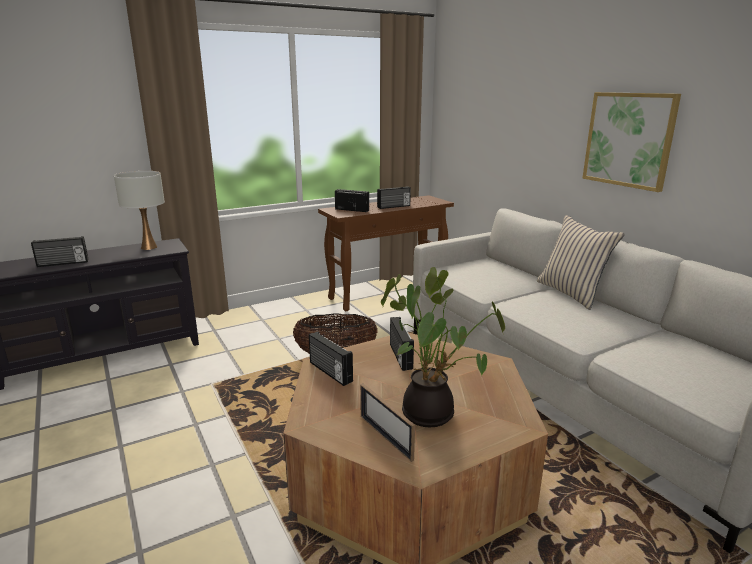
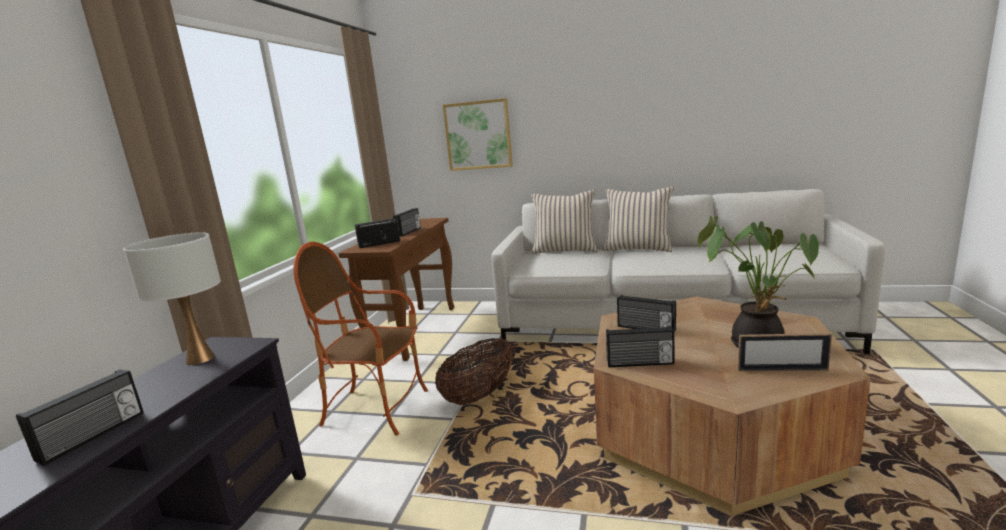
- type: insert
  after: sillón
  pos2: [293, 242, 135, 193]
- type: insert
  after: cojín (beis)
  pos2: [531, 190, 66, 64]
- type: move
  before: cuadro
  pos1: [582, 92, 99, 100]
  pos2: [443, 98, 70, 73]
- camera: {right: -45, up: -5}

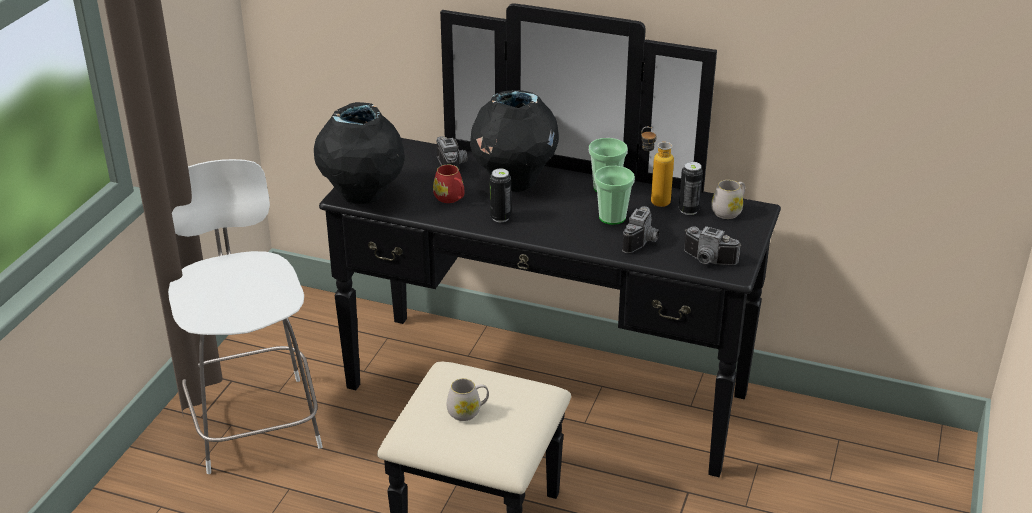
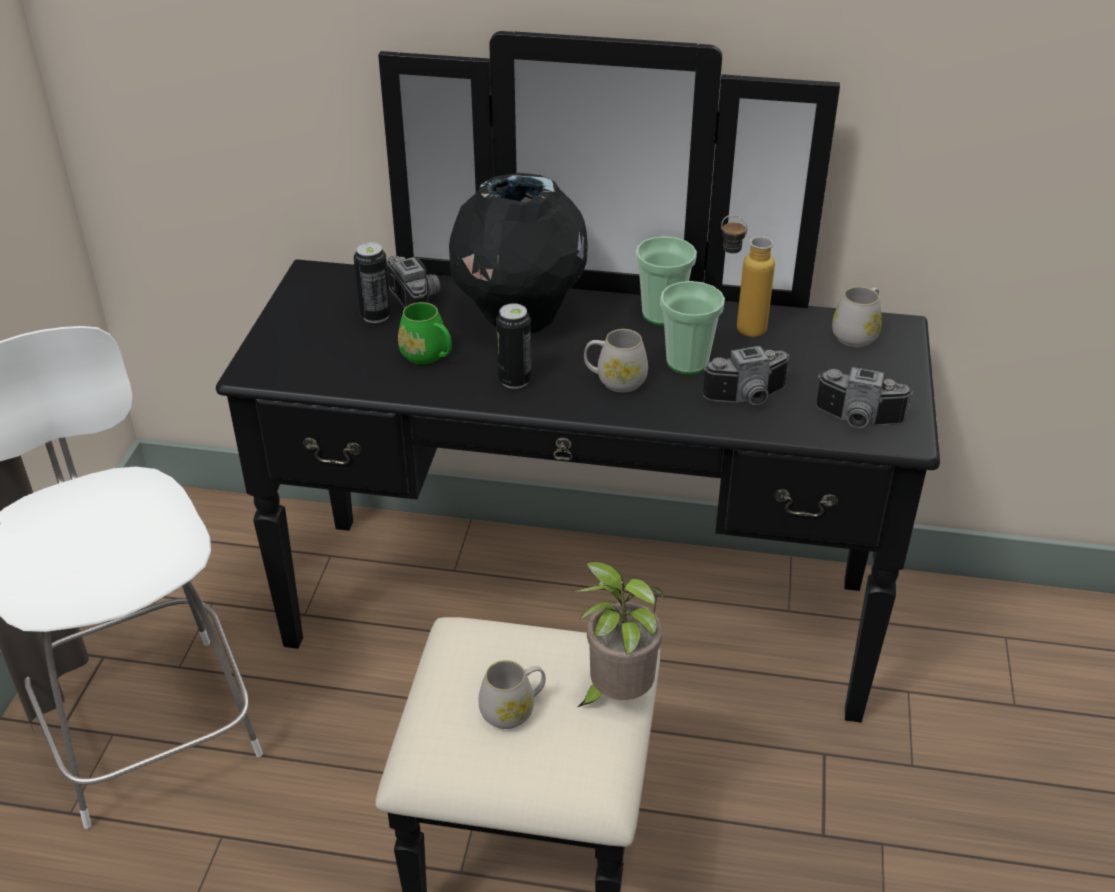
- type: delete
  before: florero (negro)
  pos1: [314, 102, 91, 102]
- type: insert
  after: planta en maceta
  pos2: [572, 561, 93, 146]
- type: insert
  after: taza grande (blanco)
  pos2: [584, 329, 64, 64]
- type: move
  before: lata
  pos1: [679, 162, 24, 53]
  pos2: [354, 242, 37, 81]
- type: recolor
  before: taza grande (rojo)
  after: taza grande (verde)
  pos1: [433, 165, 32, 38]
  pos2: [398, 302, 54, 62]
- type: rotate
  before: cámara
  pos1: [622, 206, 37, 47]
  pos2: [703, 346, 87, 59]
  turn: 60
- camera: {right: -10, up: 5}

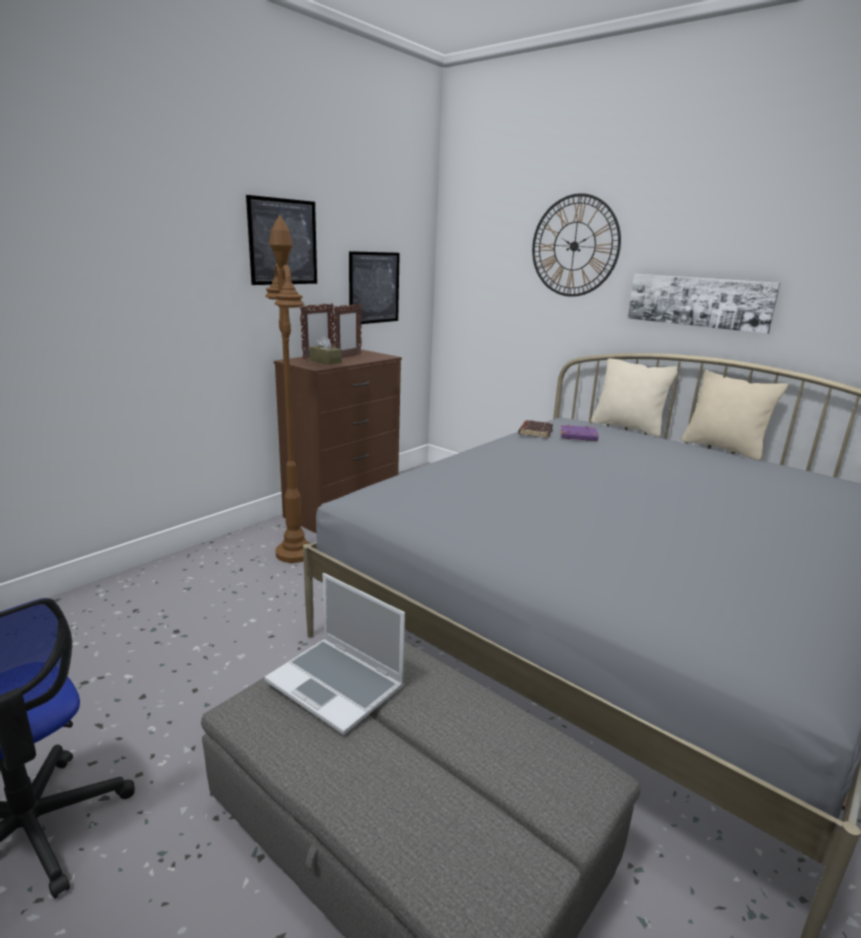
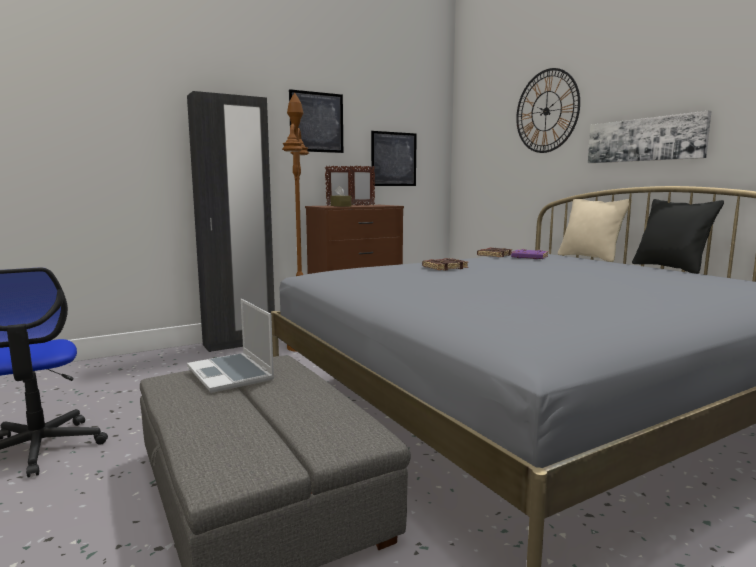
- type: insert
  after: armario ropero (negro)
  pos2: [187, 91, 88, 261]
- type: insert
  after: libro (marrón)
  pos2: [422, 258, 46, 13]
- type: recolor
  before: cojín (beis)
  after: cojín (negro)
  pos1: [681, 370, 107, 91]
  pos2: [632, 199, 92, 75]
- camera: {right: 20, up: -10}

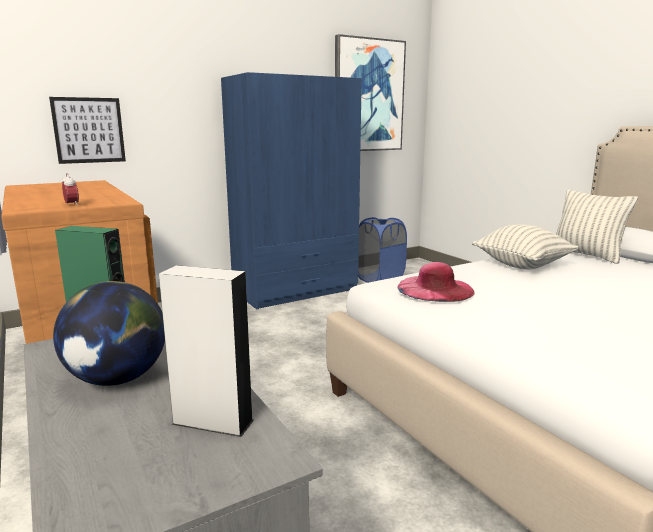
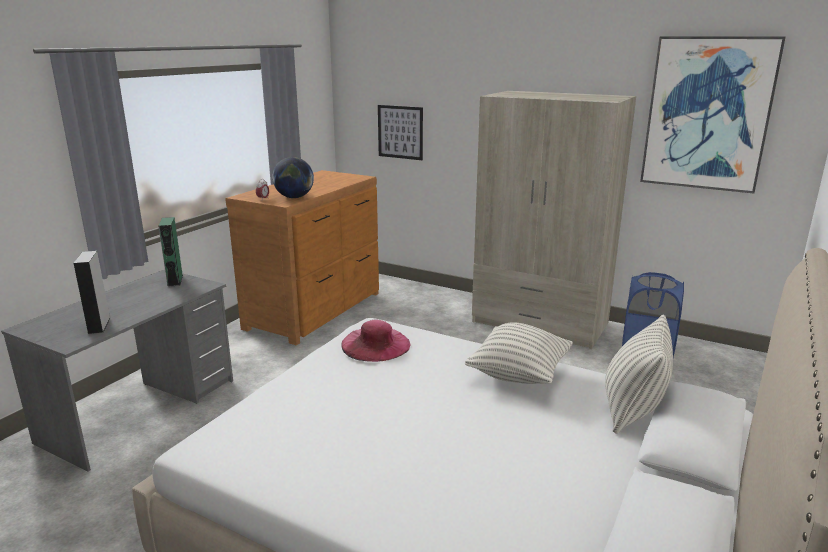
- type: move
  before: globo terráqueo
  pos1: [53, 281, 112, 105]
  pos2: [272, 157, 42, 41]
- type: recolor
  before: armario ropero (azul)
  after: armario ropero (beis)
  pos1: [221, 72, 141, 237]
  pos2: [472, 91, 164, 258]
- camera: {right: 60, up: 5}

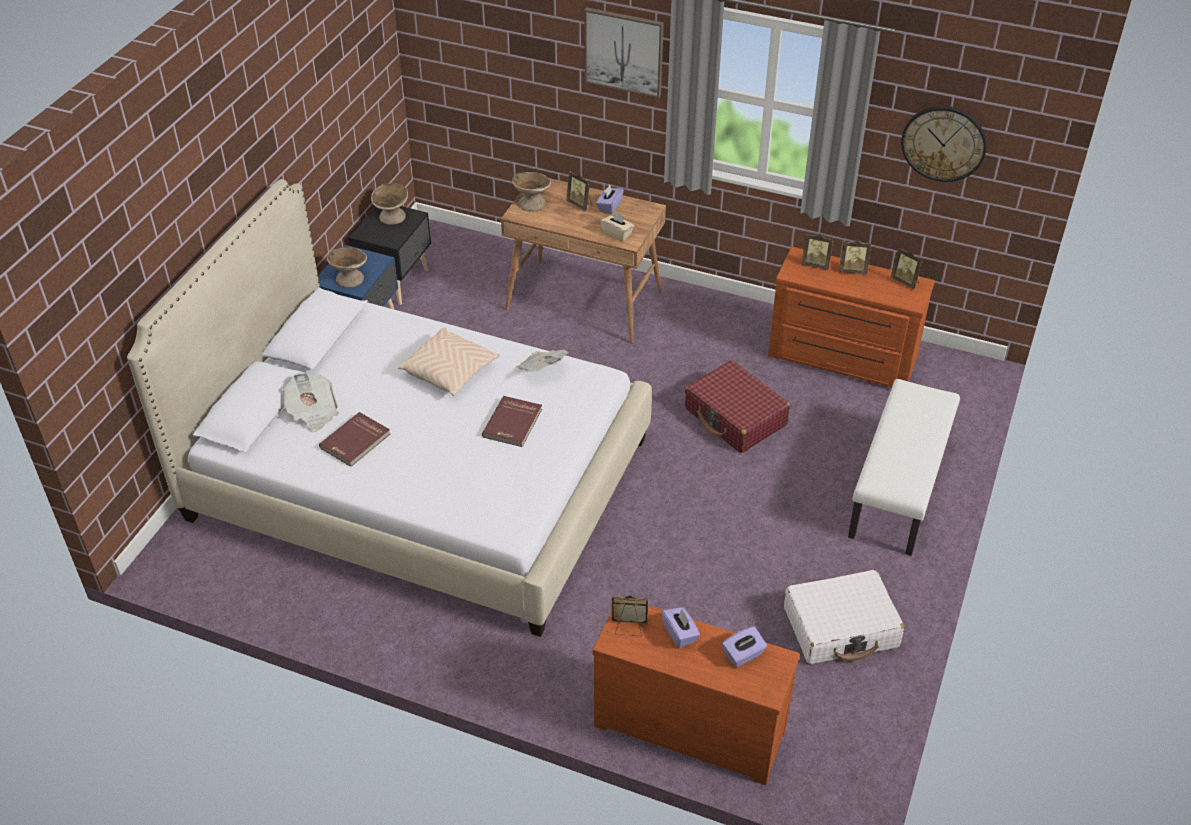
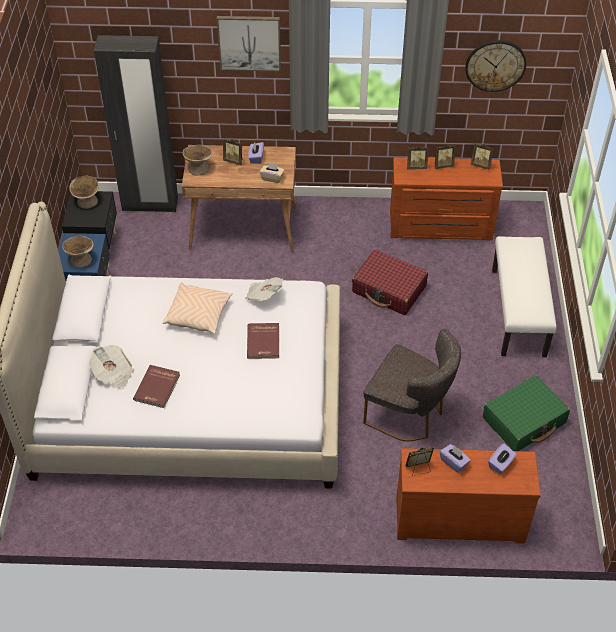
- type: insert
  after: armario ropero (negro)
  pos2: [94, 35, 84, 177]
- type: insert
  after: silla (gris)
  pos2: [363, 329, 98, 112]
- type: recolor
  before: maleta (blanco)
  after: maleta (verde)
  pos1: [784, 570, 120, 94]
  pos2: [483, 375, 87, 76]
- camera: {right: -20, up: 5}

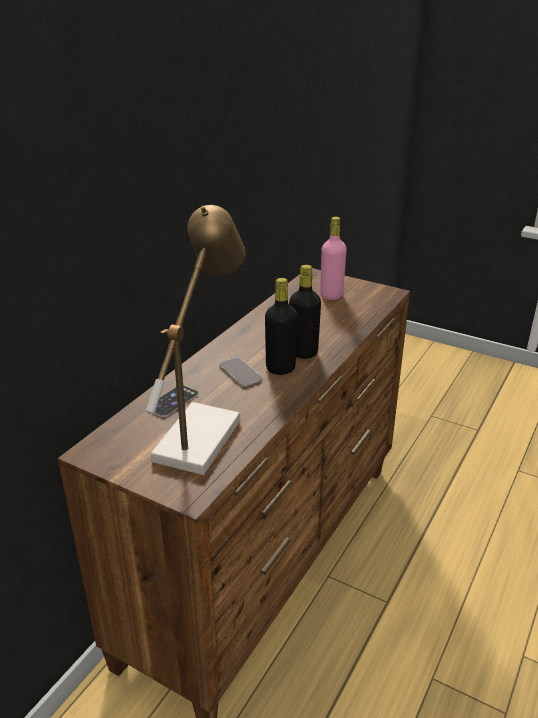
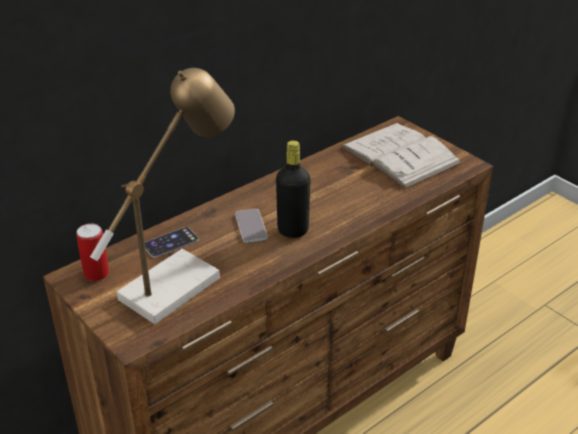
- type: delete
  before: botella (negro)
  pos1: [289, 265, 32, 94]
- type: insert
  after: lata
  pos2: [76, 223, 33, 58]
- type: replace
  before: botella (rosa)
  after: libro (blanco)
  pos1: [320, 217, 27, 83]
  pos2: [341, 123, 121, 66]
- camera: {right: 20, up: 5}

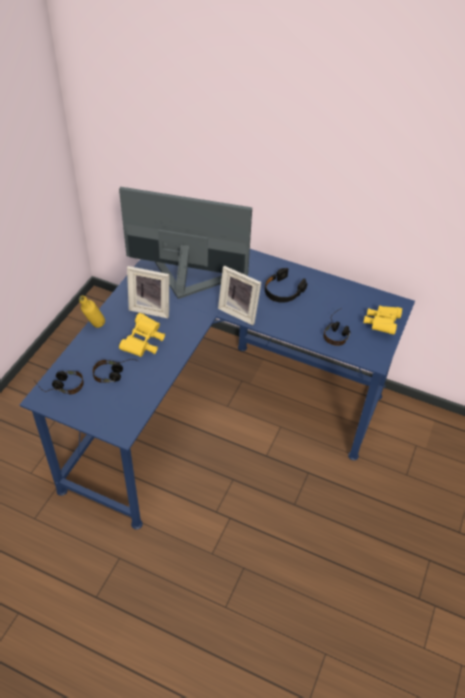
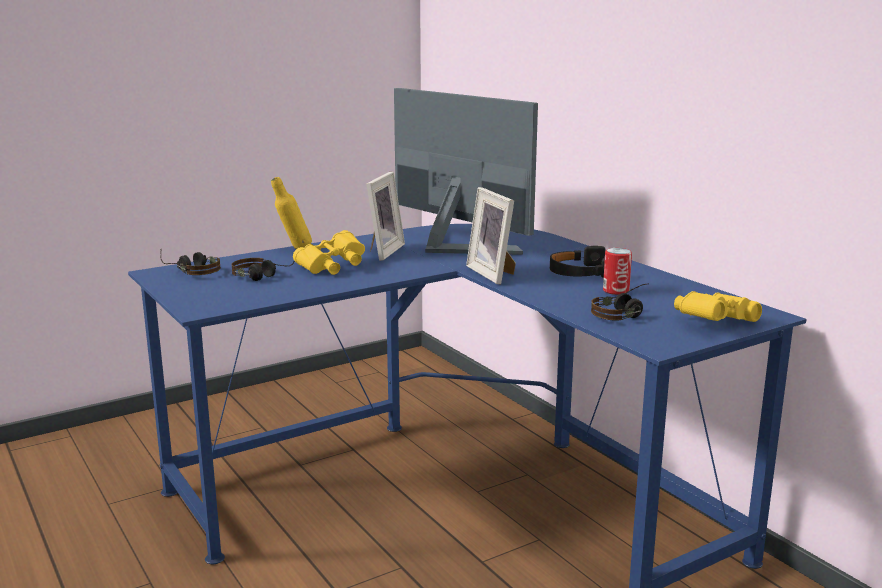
- type: insert
  after: lata
  pos2: [603, 248, 29, 47]
- type: rotate
  before: portarretratos
  pos1: [127, 266, 42, 52]
  pos2: [366, 172, 39, 89]
  turn: -120
- camera: {right: 35, up: -30}

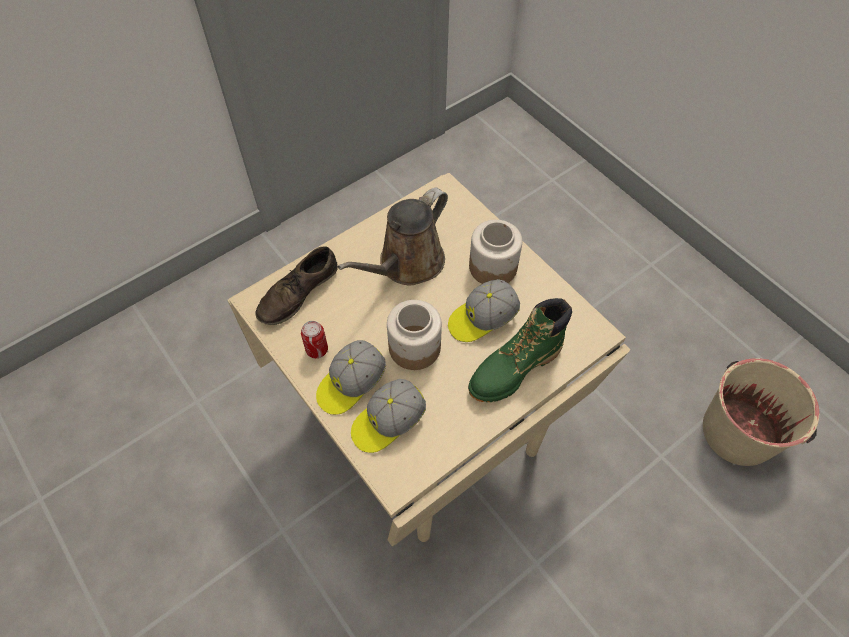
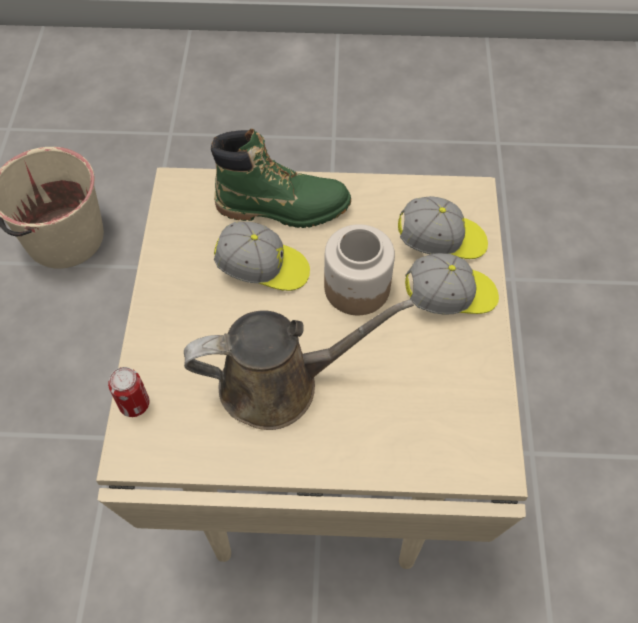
- type: delete
  before: zapato (marrón)
  pos1: [255, 247, 83, 78]
- type: delete
  before: tarro
  pos1: [469, 220, 53, 64]
- type: move
  before: lata
  pos1: [301, 321, 27, 37]
  pos2: [108, 367, 42, 50]
- camera: {right: -140, up: 0}

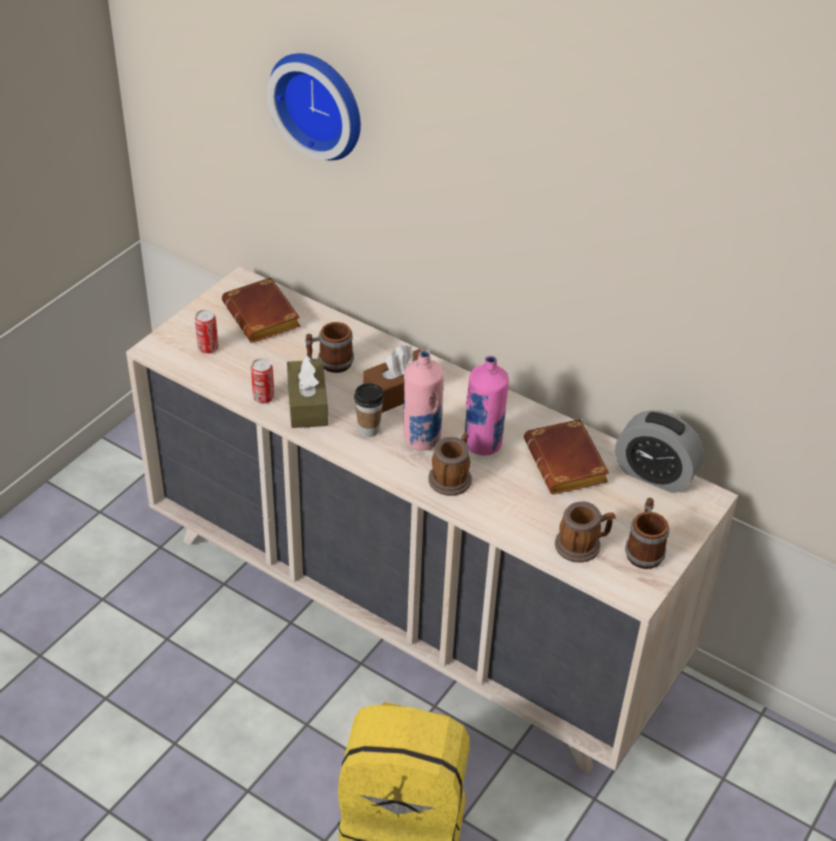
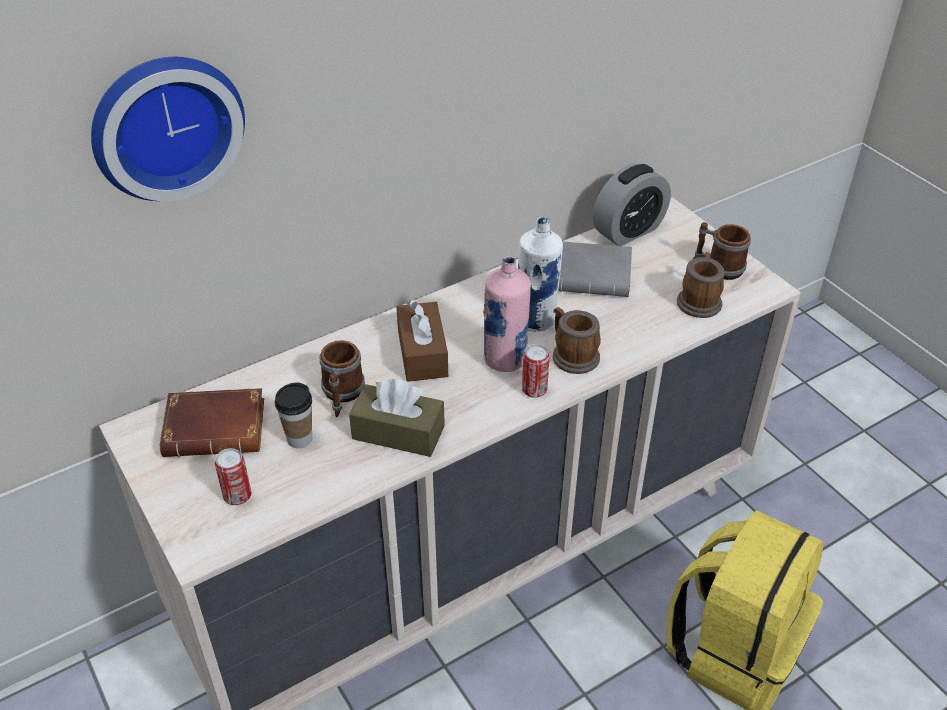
- type: move
  before: lata
  pos1: [251, 358, 23, 46]
  pos2: [522, 344, 28, 54]
- type: move
  before: taza
  pos1: [354, 383, 30, 54]
  pos2: [275, 382, 37, 66]
- type: recolor
  before: botella (rosa)
  after: botella (blanco)
  pos1: [465, 356, 44, 100]
  pos2: [518, 217, 45, 115]
- type: recolor
  before: libro (marrón)
  after: libro (gris)
  pos1: [524, 419, 85, 75]
  pos2: [558, 241, 74, 56]
- camera: {right: -65, up: 0}

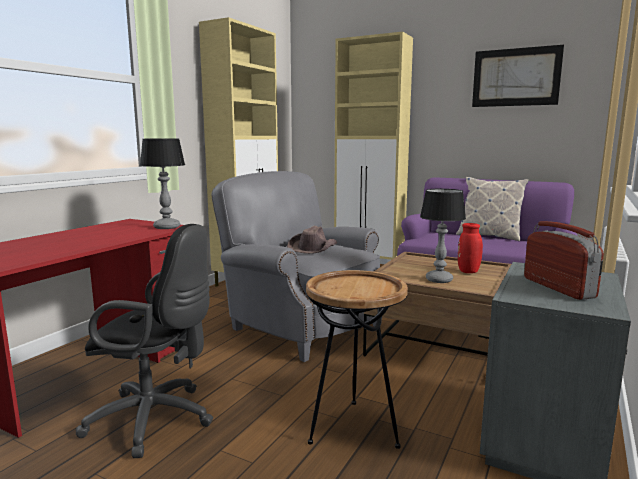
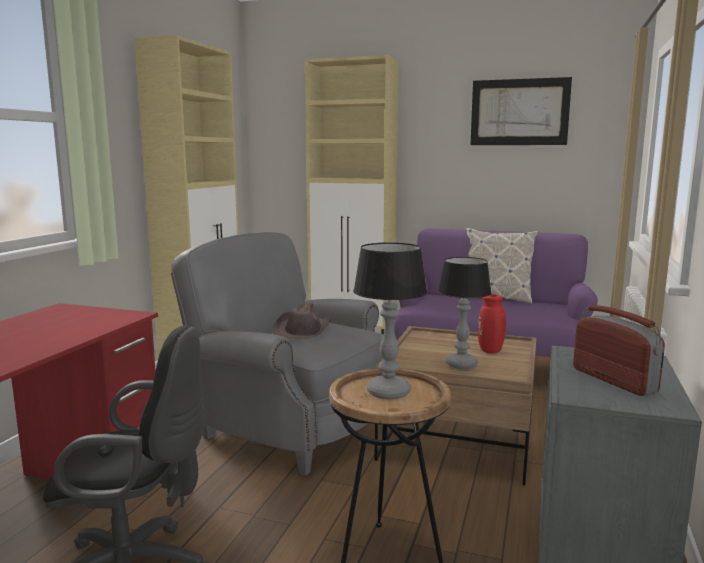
- type: move
  before: lámpara de mesa
  pos1: [140, 139, 45, 90]
  pos2: [353, 242, 74, 158]
- camera: {right: -10, up: 0}

